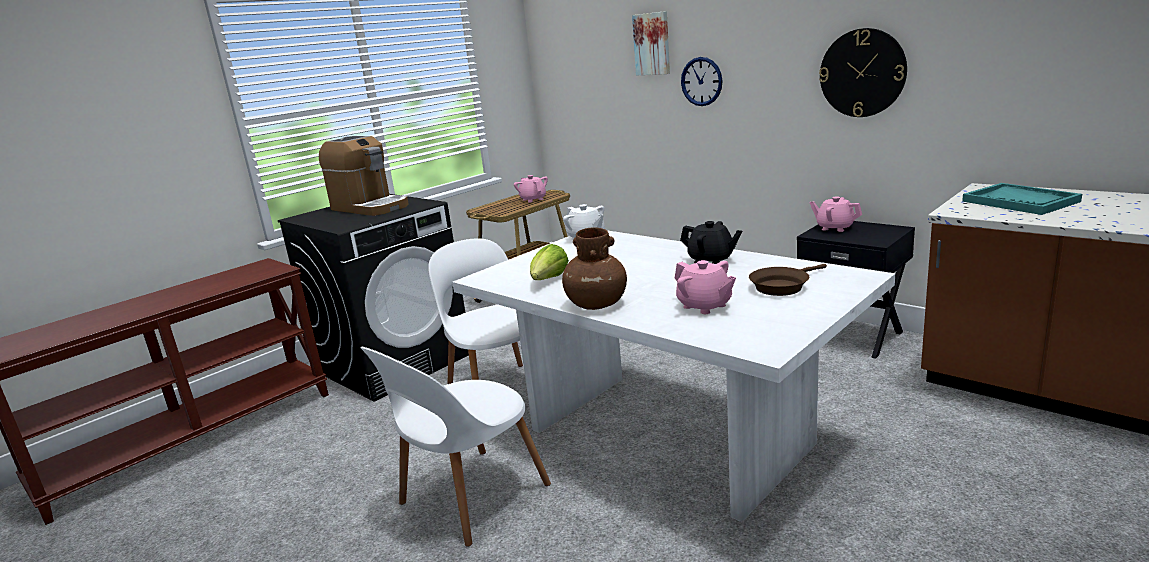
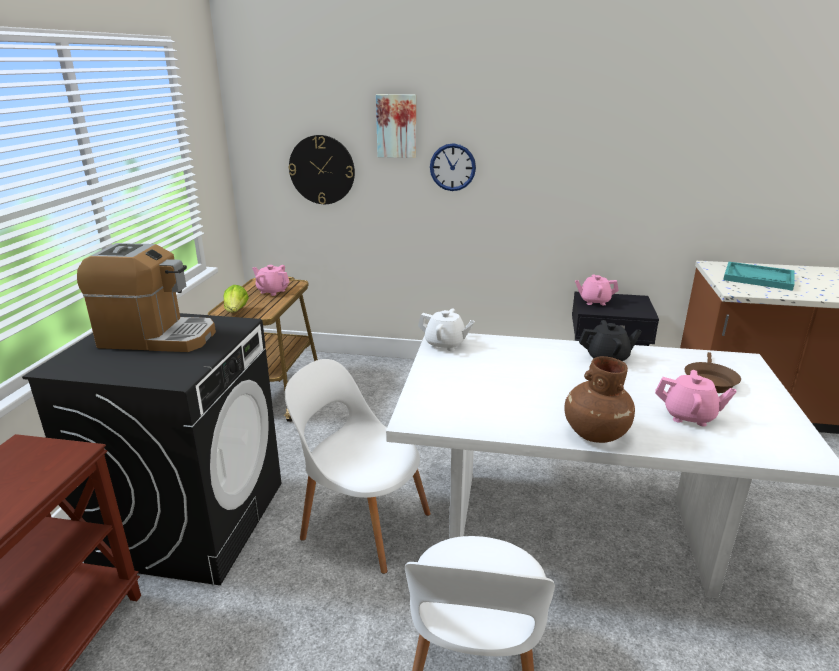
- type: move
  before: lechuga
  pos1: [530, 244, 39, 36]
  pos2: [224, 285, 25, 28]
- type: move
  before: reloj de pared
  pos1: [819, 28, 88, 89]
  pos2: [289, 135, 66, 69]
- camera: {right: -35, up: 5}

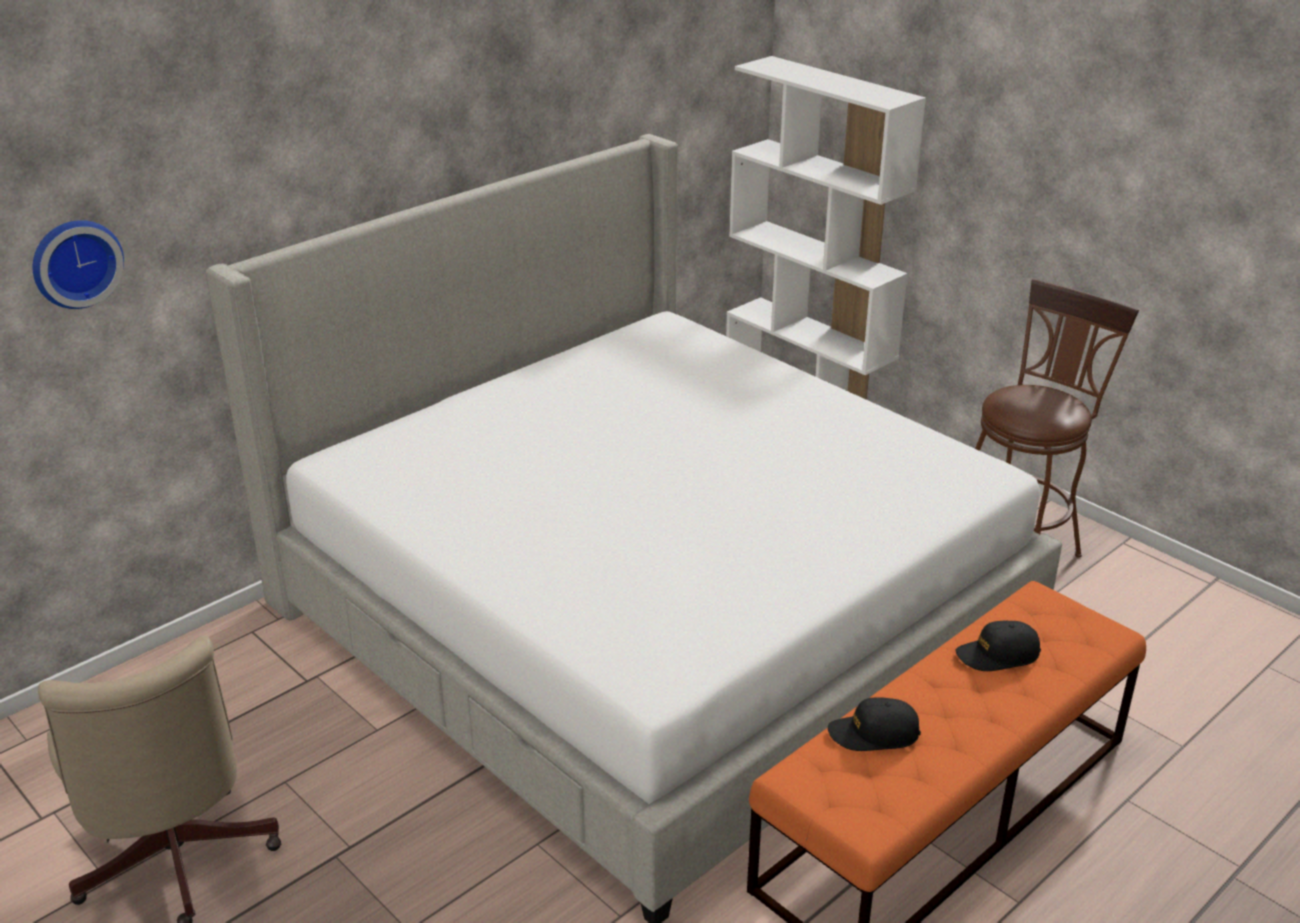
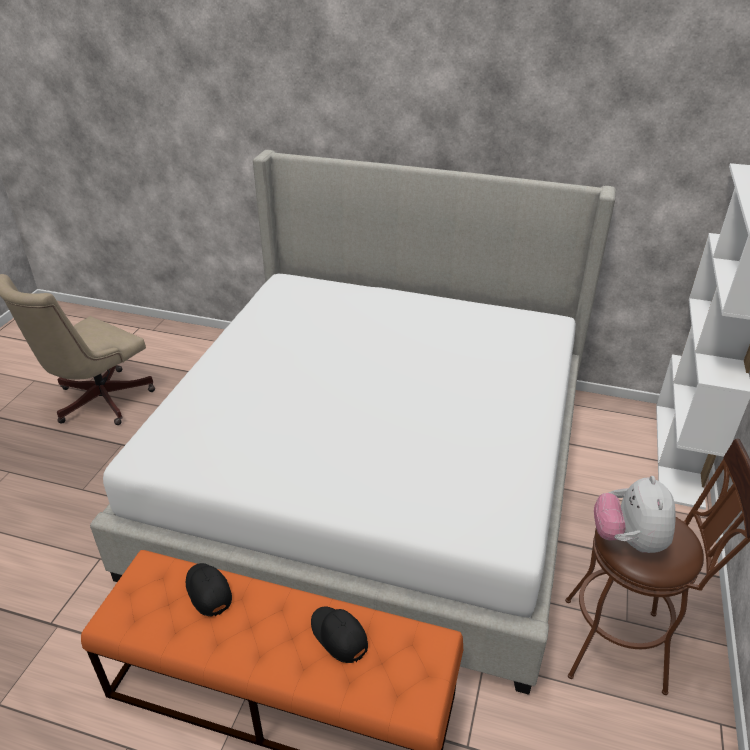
- type: delete
  before: reloj de pared
  pos1: [33, 220, 91, 89]
- type: insert
  after: peluche
  pos2: [594, 476, 82, 77]
- camera: {right: 60, up: 5}

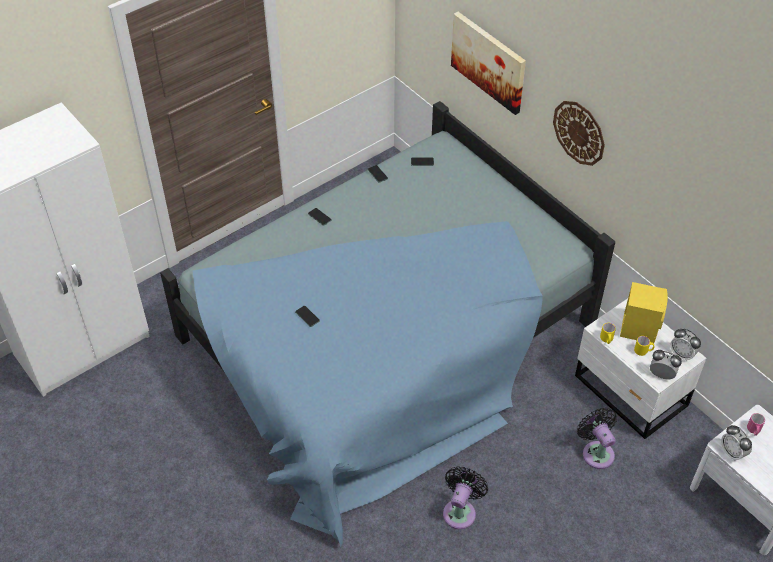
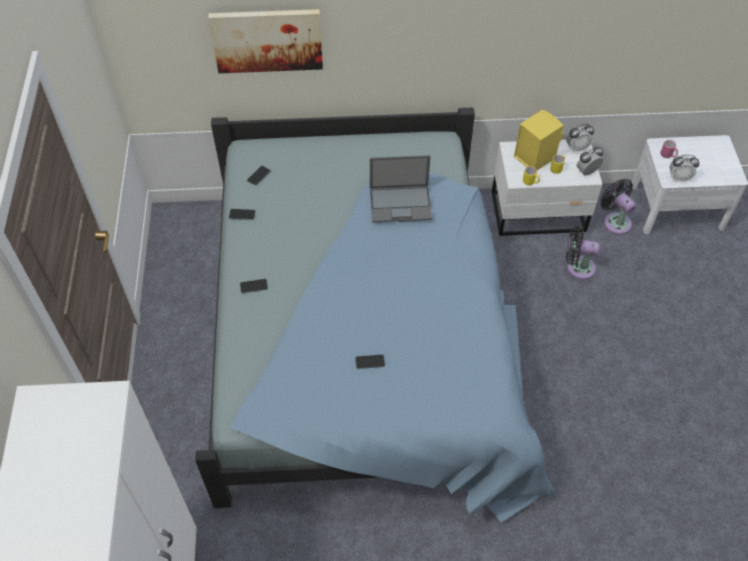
- type: delete
  before: reloj de pared
  pos1: [553, 101, 52, 65]
- type: insert
  after: portátil
  pos2: [370, 155, 62, 68]
- type: move
  before: ventilador (negro)
  pos1: [443, 467, 45, 62]
  pos2: [600, 179, 36, 56]
- camera: {right: -55, up: 5}

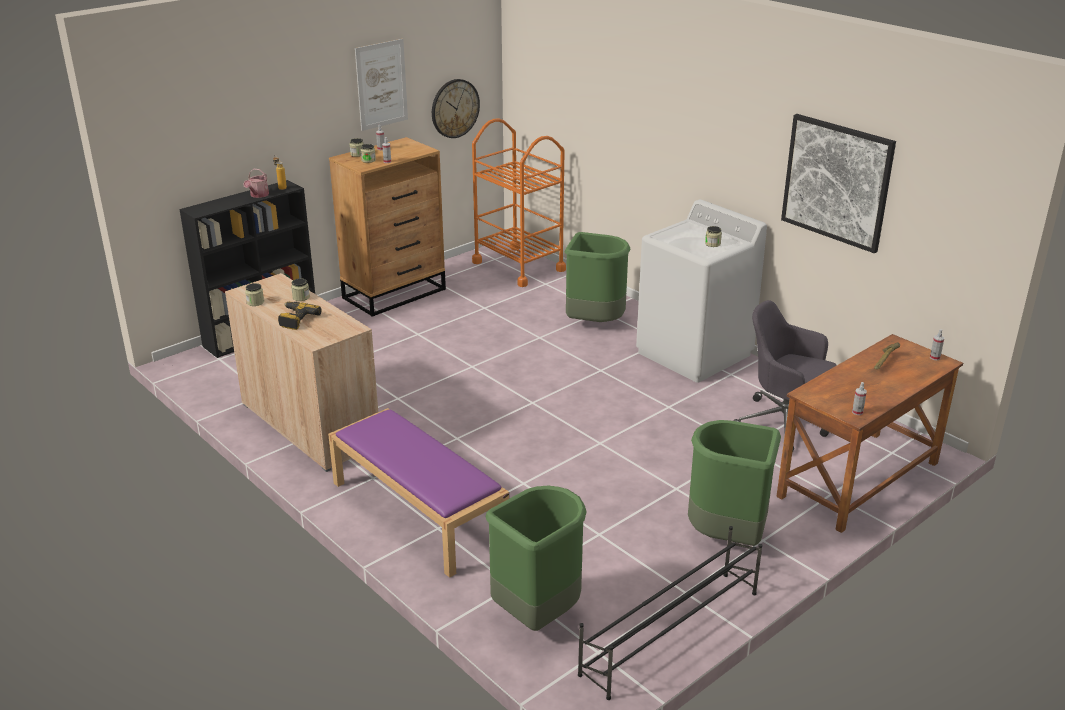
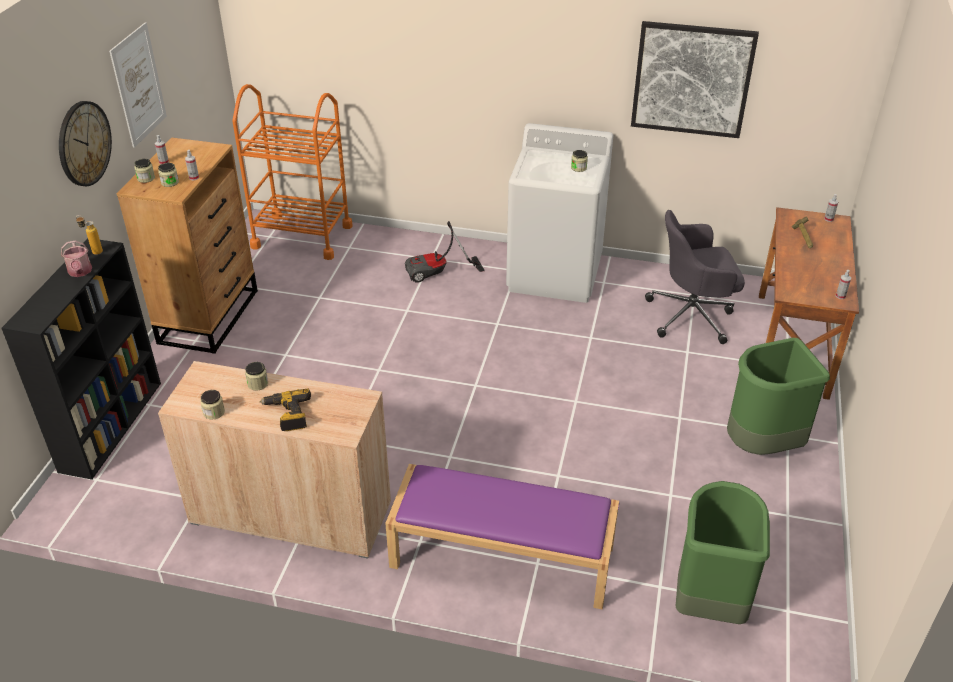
- type: delete
  before: zapatero (negro)
  pos1: [578, 526, 184, 174]
- type: move
  before: reloj de pared
  pos1: [432, 79, 48, 59]
  pos2: [59, 101, 53, 85]
- type: replace
  before: papelera (verde)
  after: aspiradora
  pos1: [565, 232, 65, 90]
  pos2: [405, 221, 79, 62]
- camera: {right: -35, up: 10}

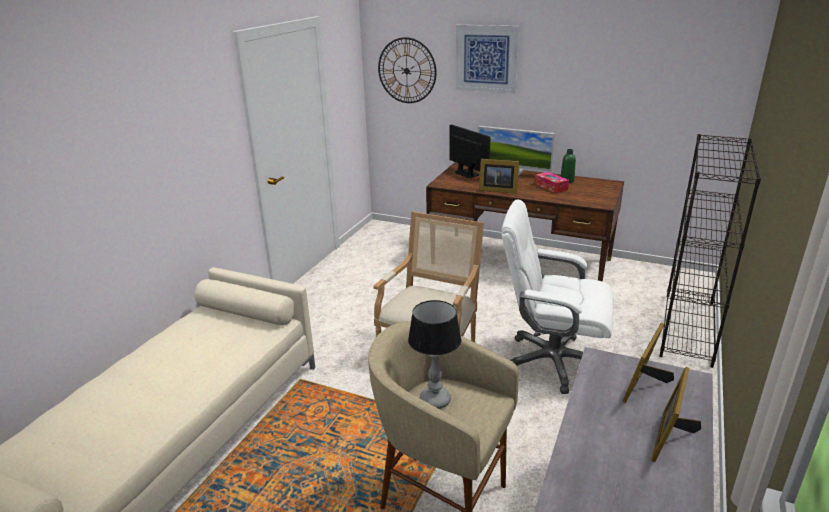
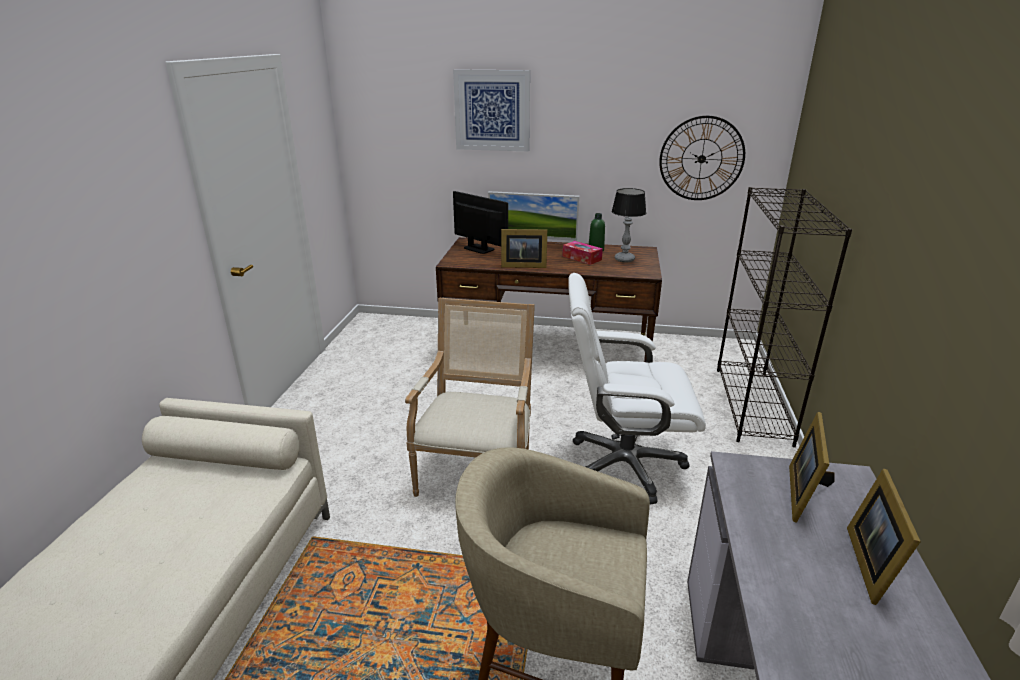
- type: move
  before: reloj de pared
  pos1: [378, 37, 59, 66]
  pos2: [659, 116, 86, 84]
- type: move
  before: lámpara de mesa
  pos1: [408, 300, 54, 109]
  pos2: [612, 188, 34, 74]
- camera: {right: -15, up: 0}

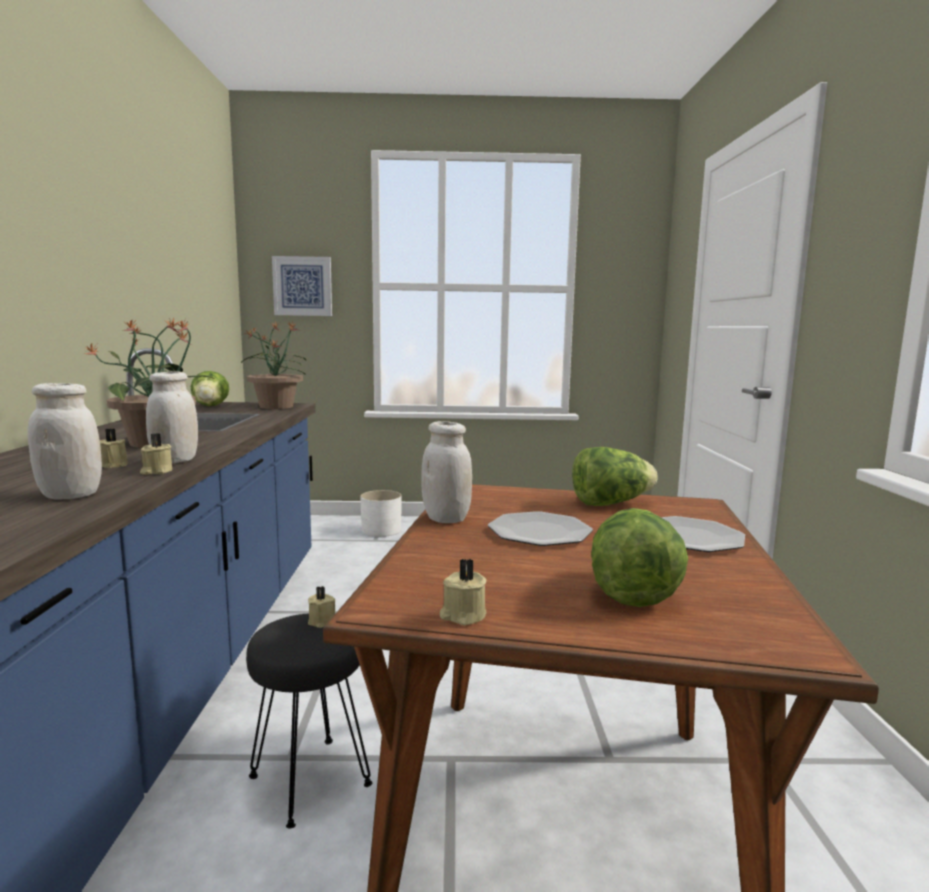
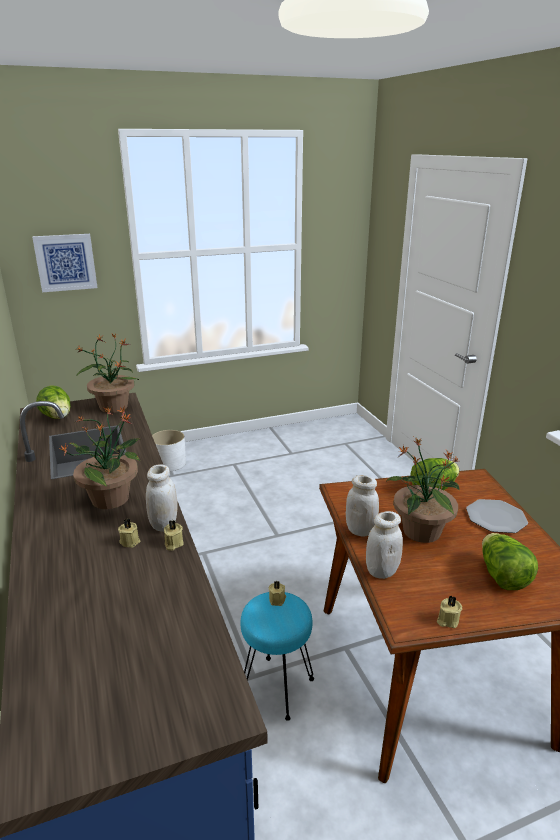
- type: move
  before: tarro (blanco)
  pos1: [28, 383, 74, 116]
  pos2: [366, 511, 37, 68]
- type: replace
  before: plato
  after: planta en maceta
  pos1: [488, 511, 105, 35]
  pos2: [385, 437, 75, 106]
- type: recolor
  before: taburete (negro)
  after: taburete (turquesa)
  pos1: [246, 613, 126, 215]
  pos2: [241, 592, 73, 129]
- camera: {right: -20, up: 15}

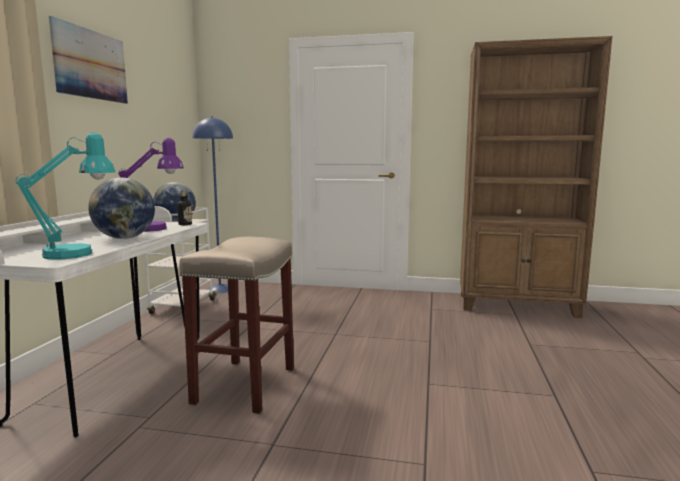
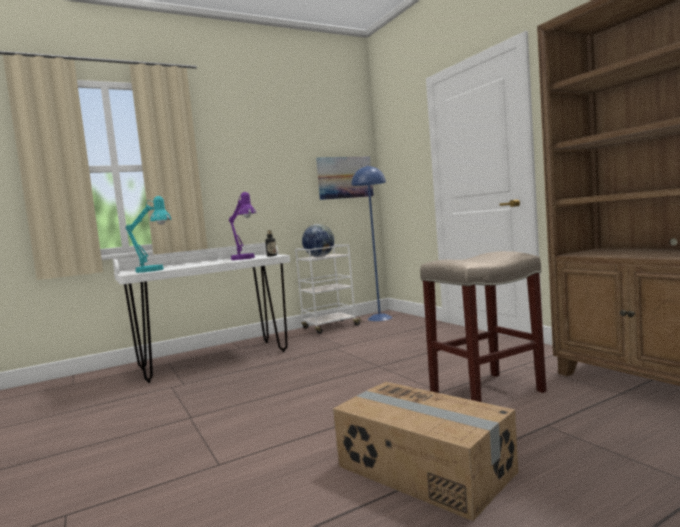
- type: delete
  before: globo terráqueo
  pos1: [88, 178, 67, 61]
- type: insert
  after: caja de cartón
  pos2: [333, 382, 185, 139]
- type: move
  before: cuadro
  pos1: [49, 16, 79, 88]
  pos2: [316, 157, 57, 43]
- type: move
  before: taburete (beis)
  pos1: [179, 237, 115, 177]
  pos2: [420, 251, 127, 151]
- camera: {right: 50, up: -5}

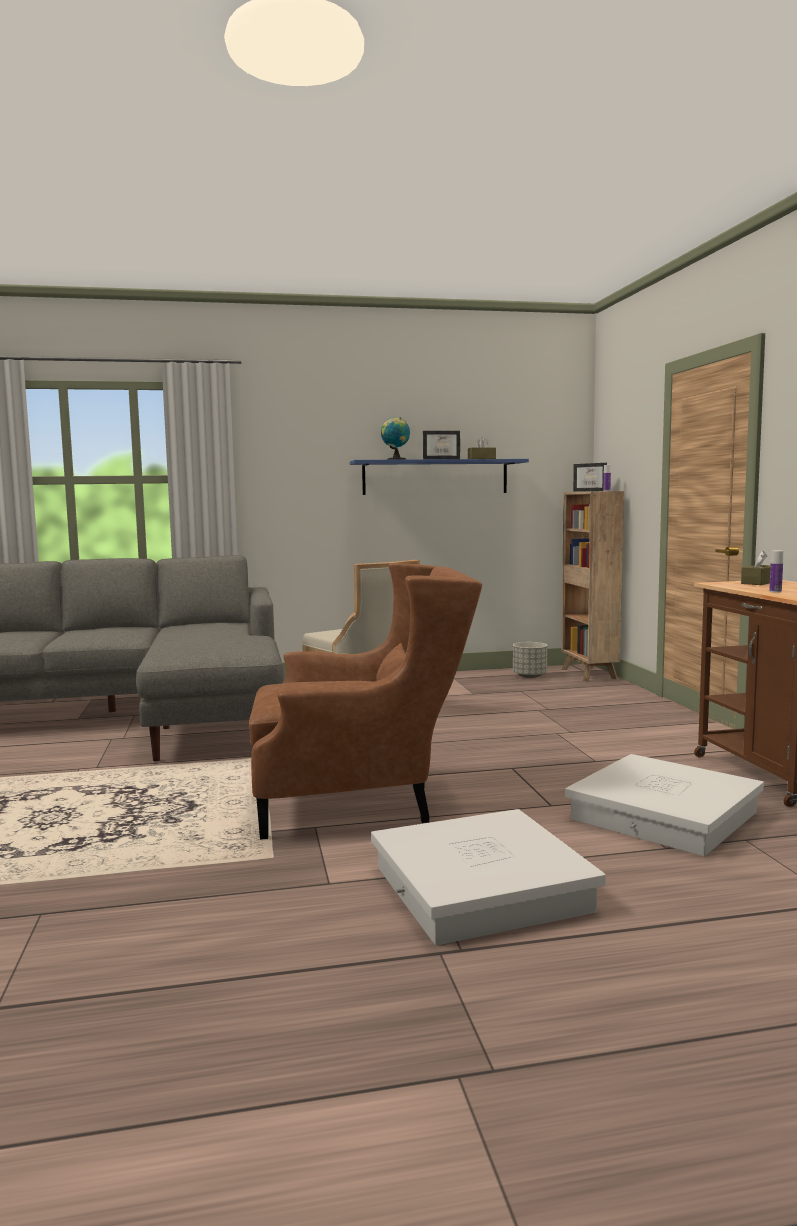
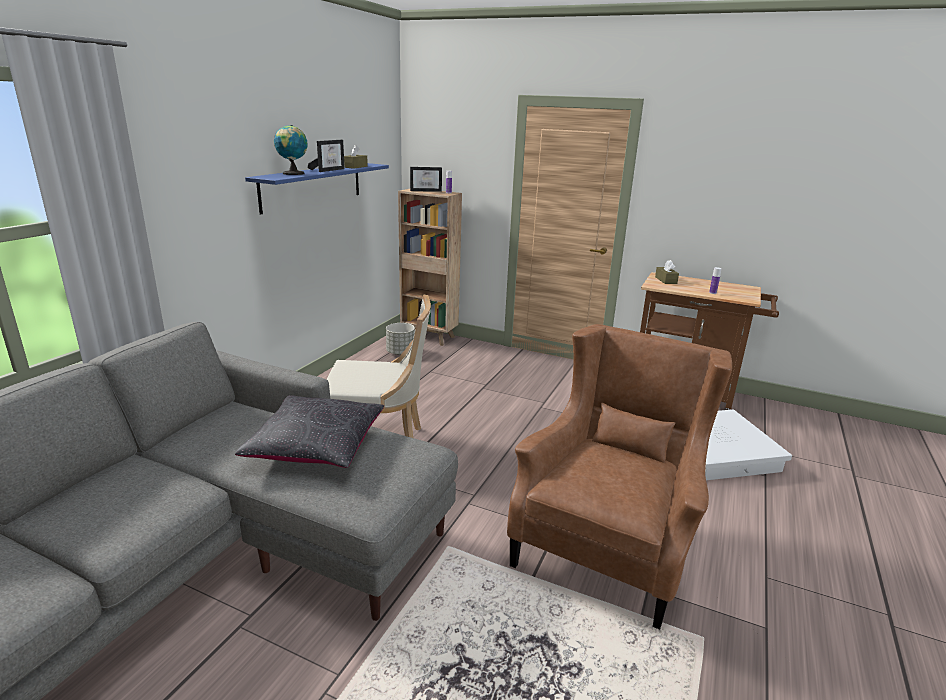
- type: delete
  before: caja de almacenaje (blanco)
  pos1: [371, 809, 235, 136]
- type: insert
  after: cojín (negro)
  pos2: [235, 395, 149, 73]
- camera: {right: -55, up: 15}

